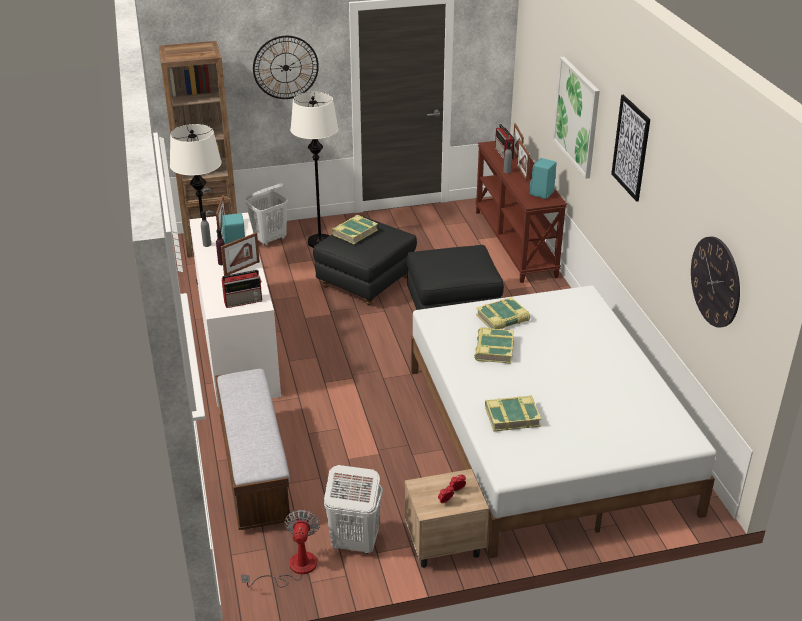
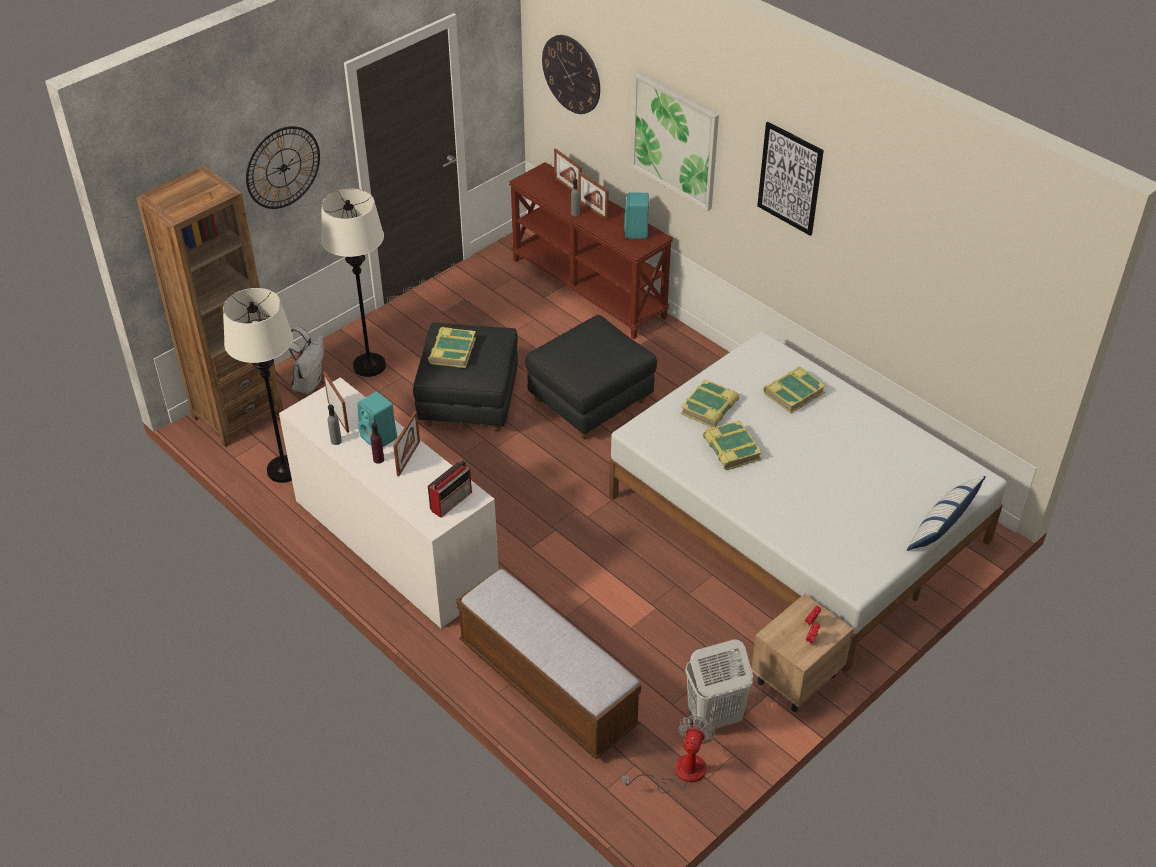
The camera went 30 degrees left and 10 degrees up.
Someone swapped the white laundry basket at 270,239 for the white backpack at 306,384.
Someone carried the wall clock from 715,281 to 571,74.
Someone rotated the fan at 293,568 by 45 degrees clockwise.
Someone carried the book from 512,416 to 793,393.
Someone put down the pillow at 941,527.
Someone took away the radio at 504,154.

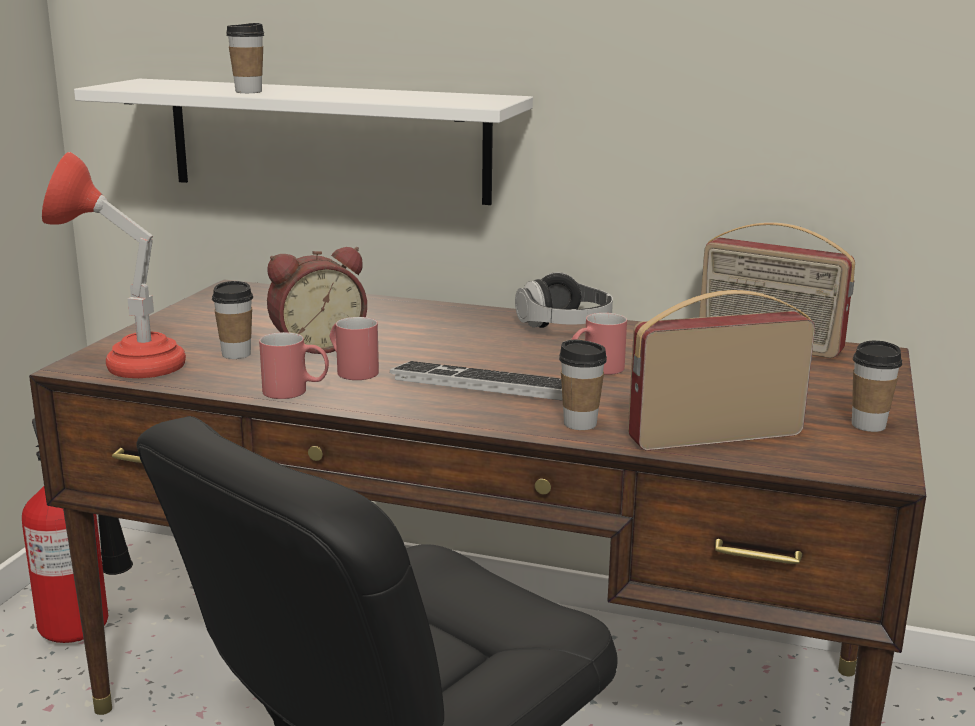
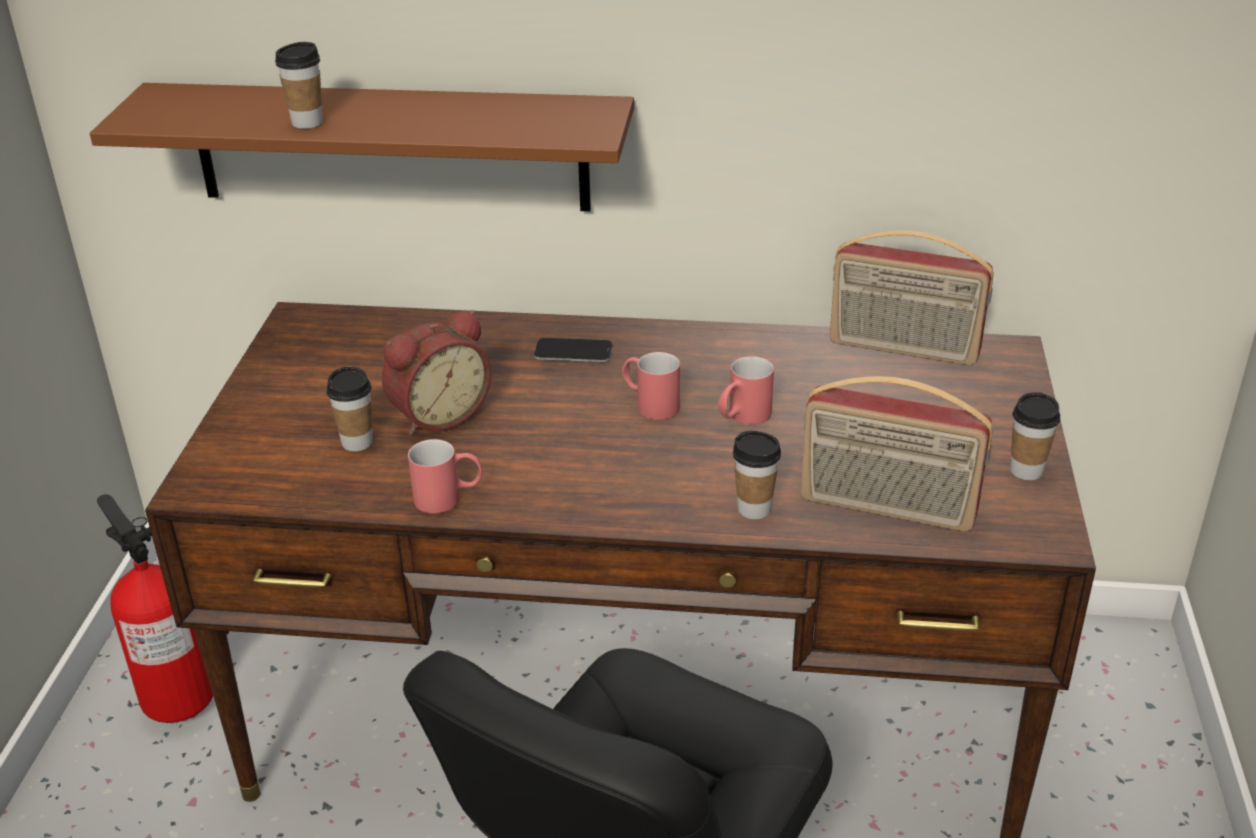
The camera went 10 degrees left and 15 degrees up.
Someone repainted the white shelf at 327,140, which became the brown shelf at 390,147.
Someone put down the phone at 573,352.
Someone carried the red mug from 351,370 to 649,404.
Someone rotated the radio at 714,435 by 135 degrees counterclockwise.
Someone took away the red table lamp at 125,364.
Someone took away the keyboard at 488,384.
Someone took away the headphones at 565,326.

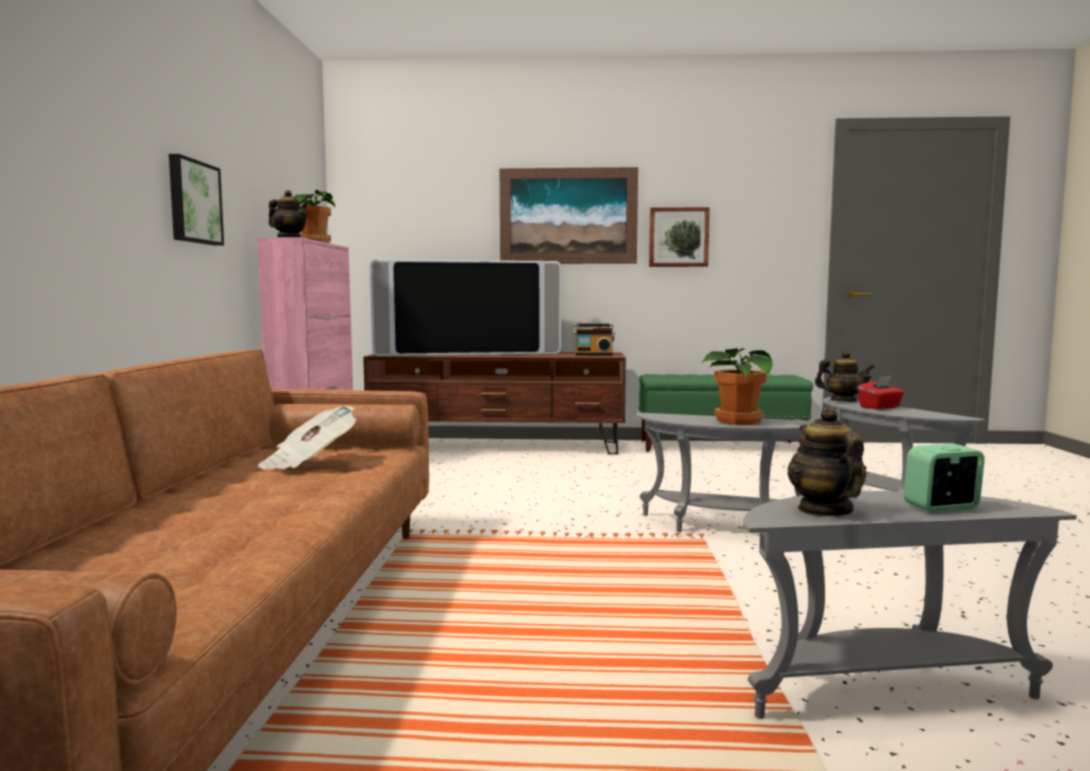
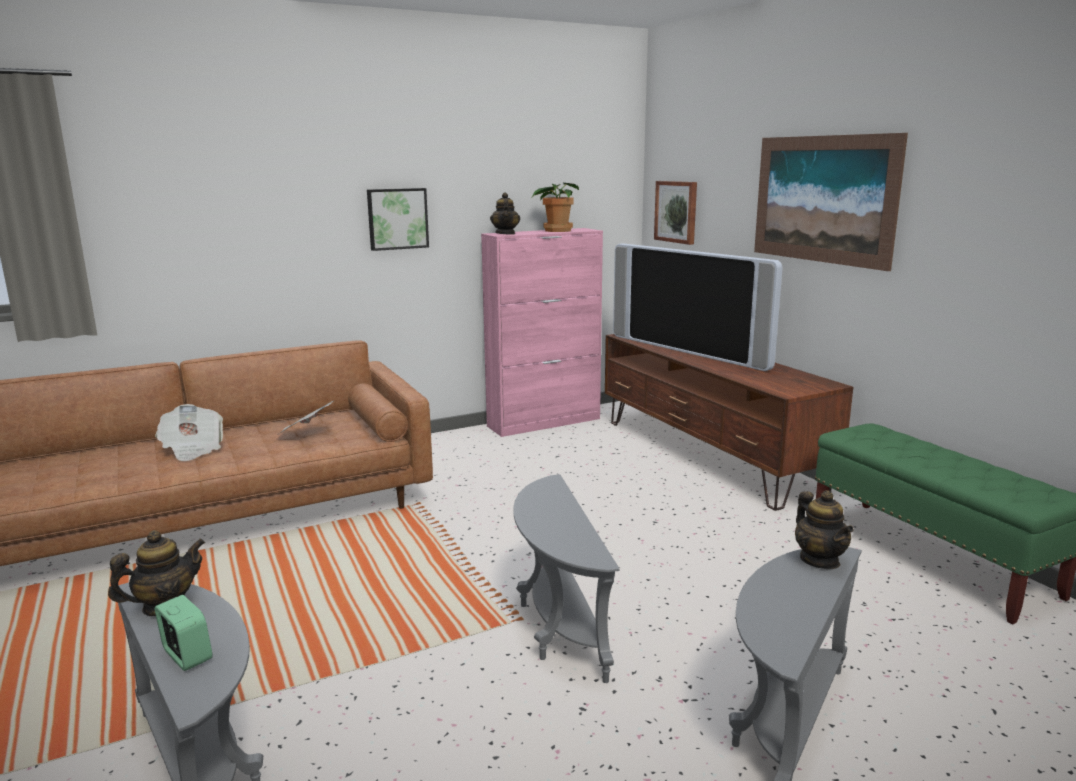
The camera went 60 degrees right and 10 degrees up.
Someone put down the newspaper at 192,449.
Someone carried the picture from 678,237 to 676,211.
Someone took away the radio at 593,355.
Someone took away the potted plant at 738,421.
Someone took away the red tissue box at 880,407.

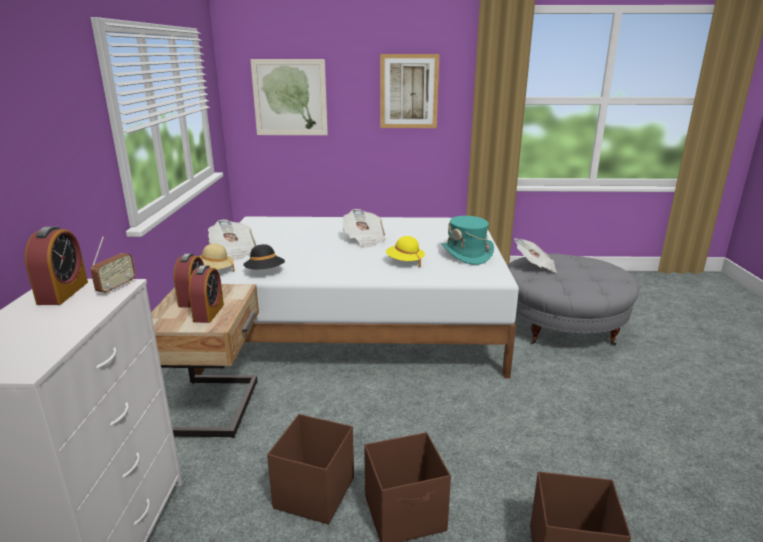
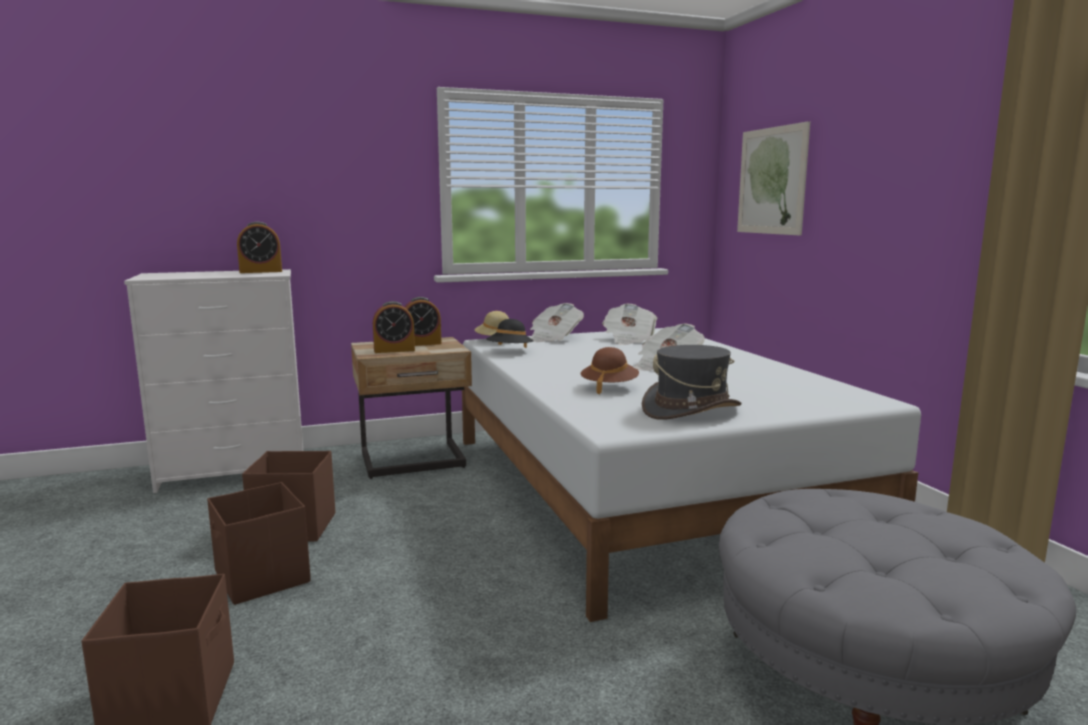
The camera went 70 degrees right and 10 degrees down.
Someone repainted the yellow hat at 405,262, which became the brown hat at 609,387.
Someone carried the newspaper from 535,266 to 629,339.
Someone repainted the turquoise hat at 467,254, which became the grey hat at 691,410.
Someone took away the radio at 116,287.
Someone took away the picture at 409,91.

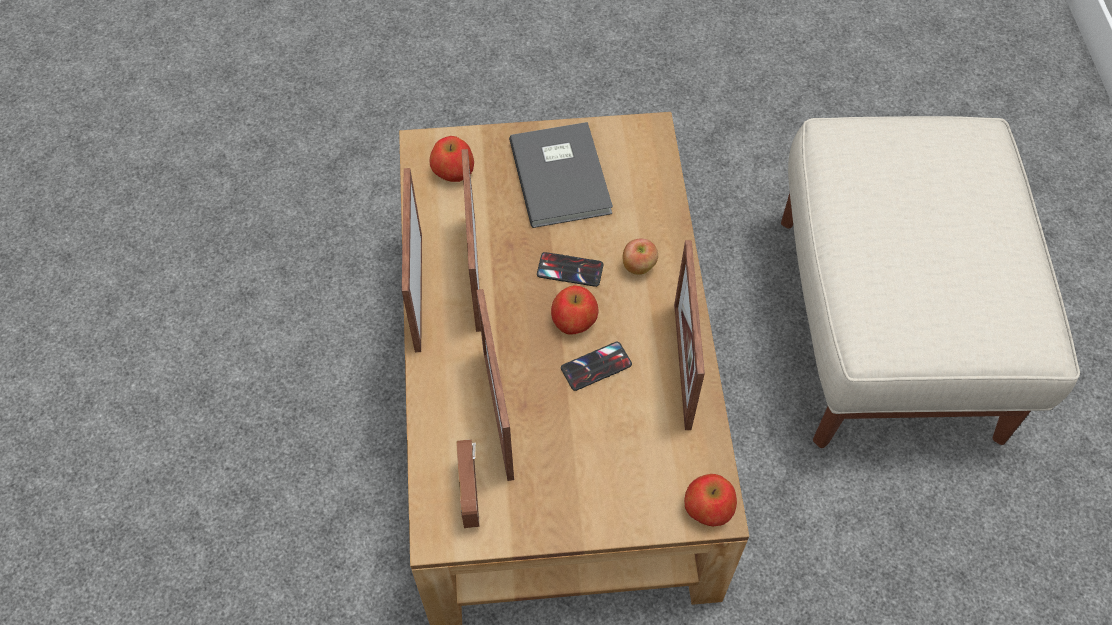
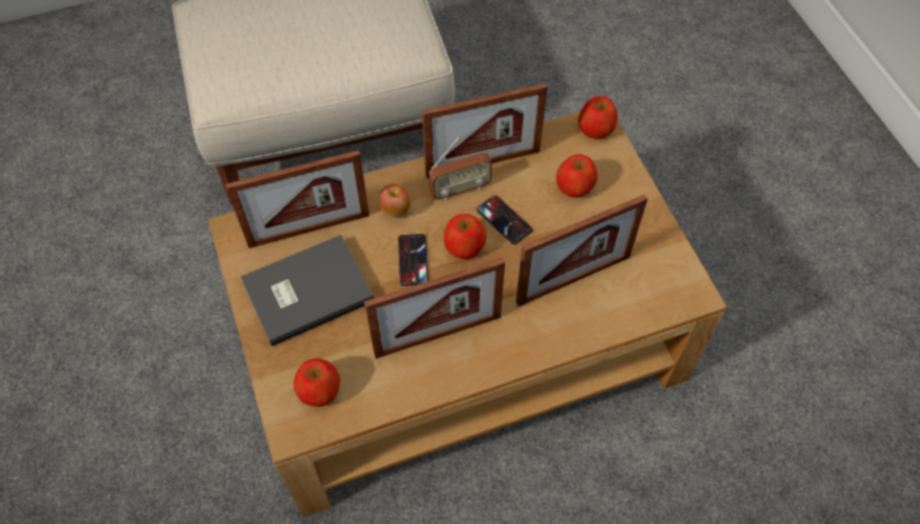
The camera went 105 degrees left and 0 degrees up.
Someone carried the picture frame from 418,292 to 309,229.
Someone carried the radio from 470,495 to 460,189.
Someone put down the apple at 575,186.

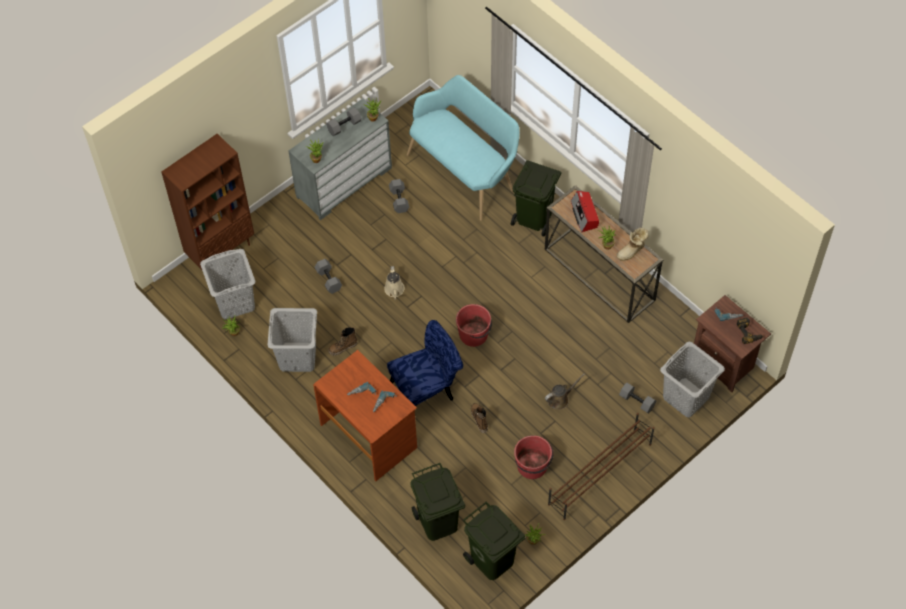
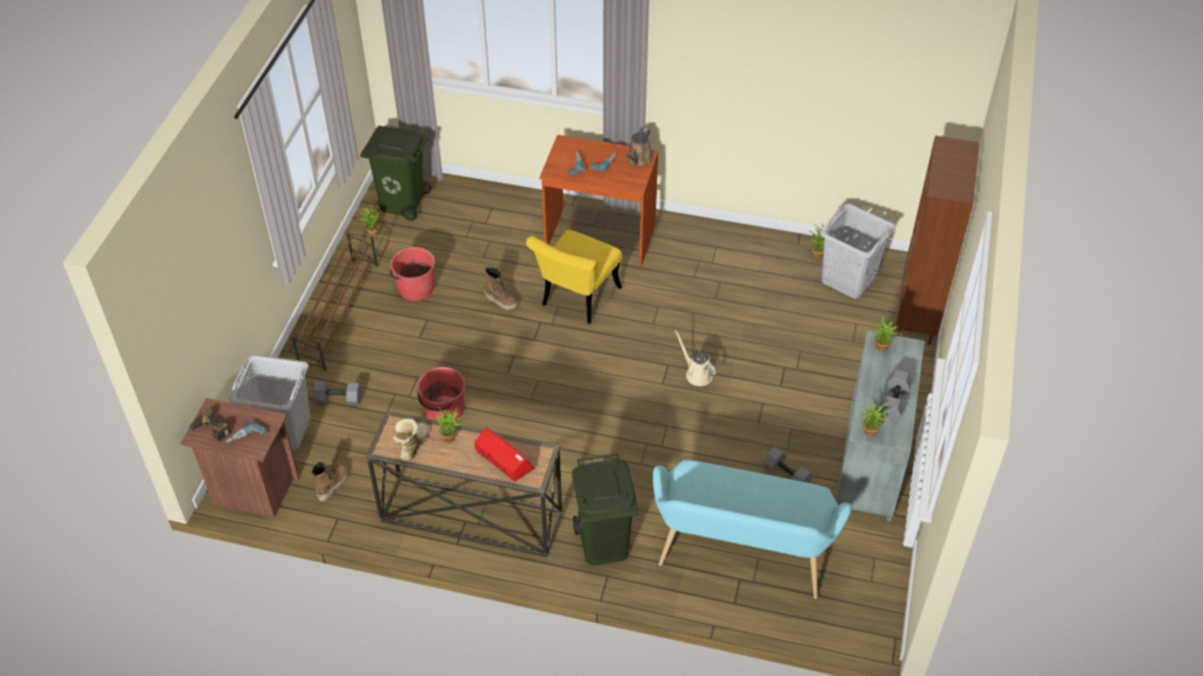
The camera went 145 degrees right and 10 degrees down.
Someone carried the boot from 343,348 to 332,485.
Someone carried the red bucket from 474,334 to 443,411.
Someone repainted the blue chair at 427,390, which became the yellow chair at 576,300.
Someone carried the brown watering can from 560,399 to 638,160.
Someone took away the grey laundry basket at 297,356.
Someone took away the grey dumbbell at 328,280.
Someone took away the green trash can at 437,522.

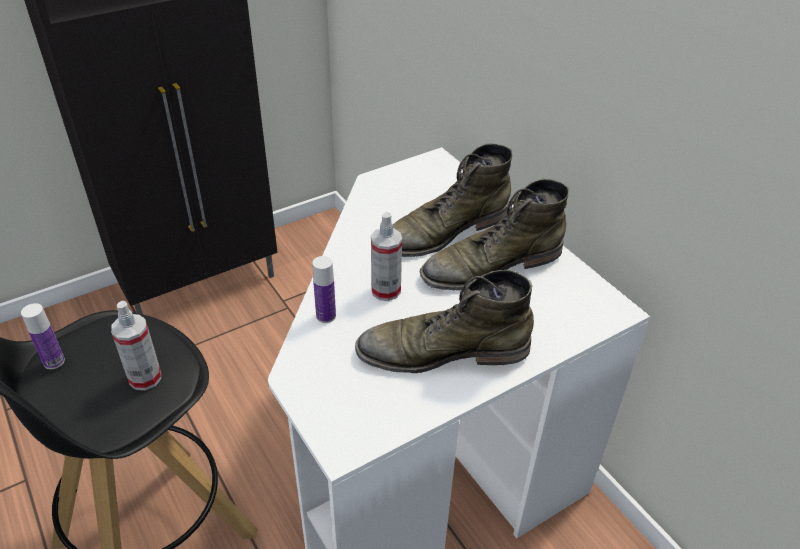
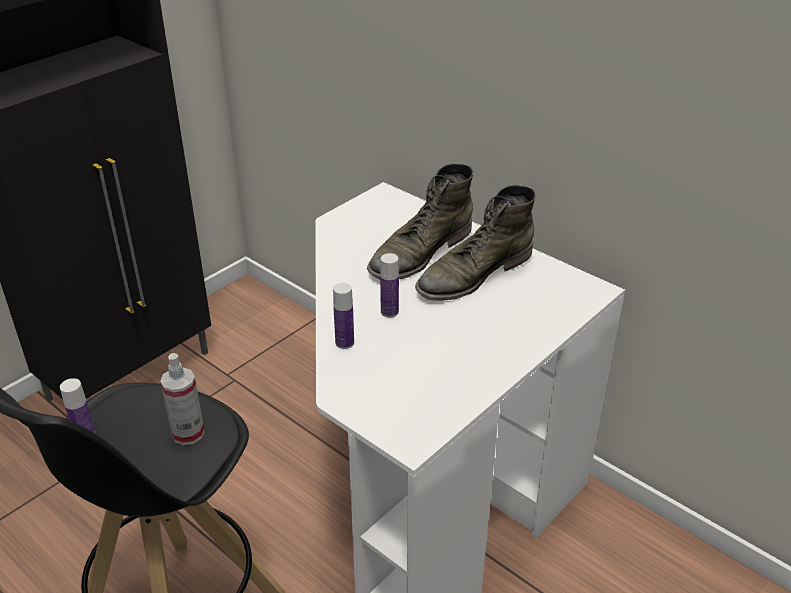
The camera went 15 degrees left and 5 degrees down.
Someone swapped the spray bottle at 386,291 for the bottle at 389,312.
Someone took away the green boot at 442,351.

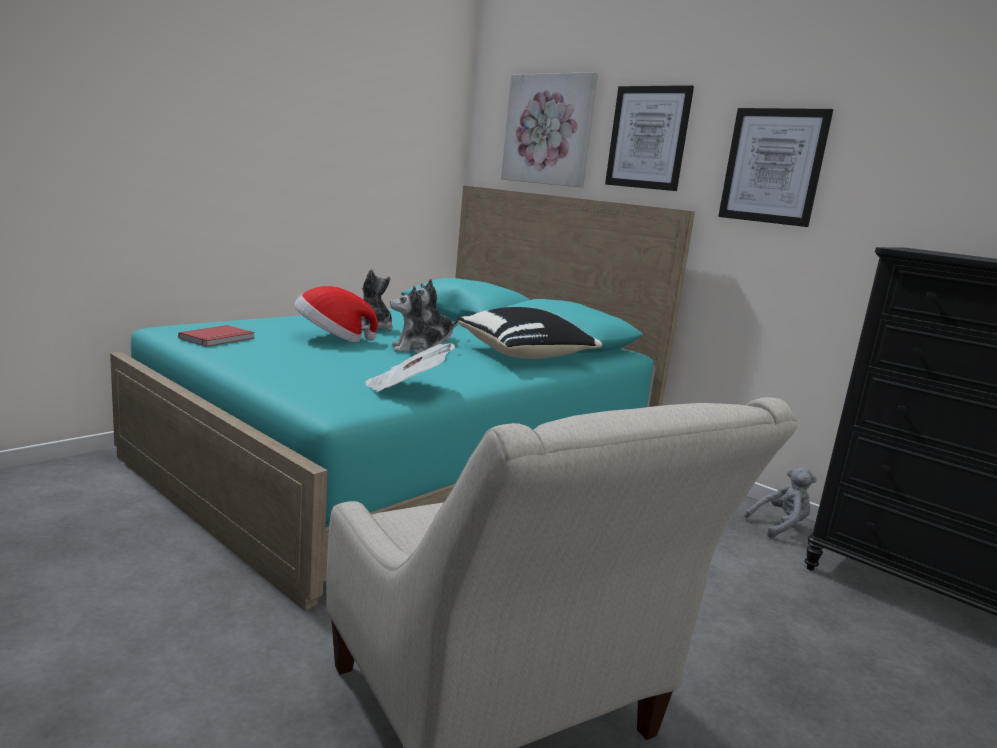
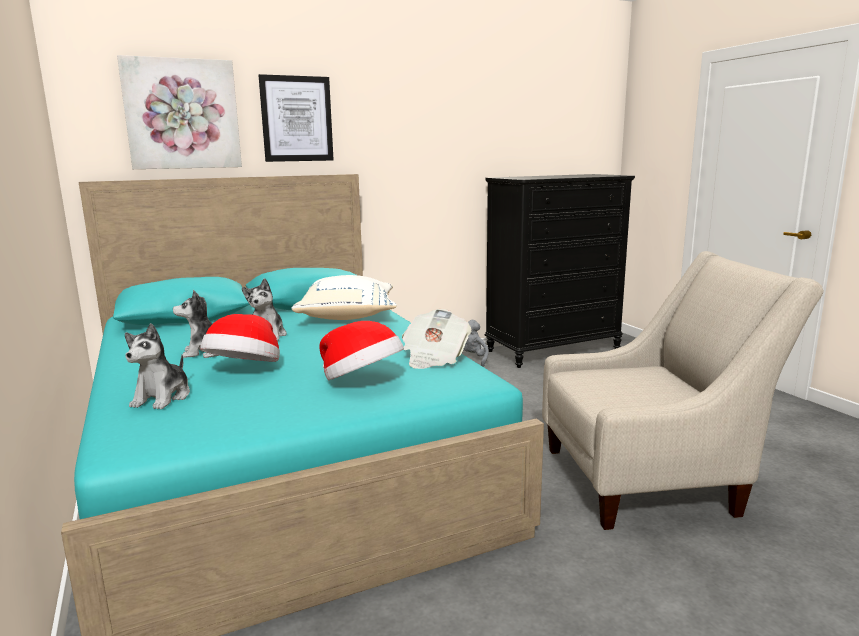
The camera went 65 degrees left and 0 degrees up.
Someone carried the plush toy from 416,349 to 163,398.
Someone repainted the black pillow at 526,356, which became the white pillow at 348,316.
Someone put down the hat at 362,381.
Someone took away the red book at 219,338.
Someone took away the picture at 773,166.

